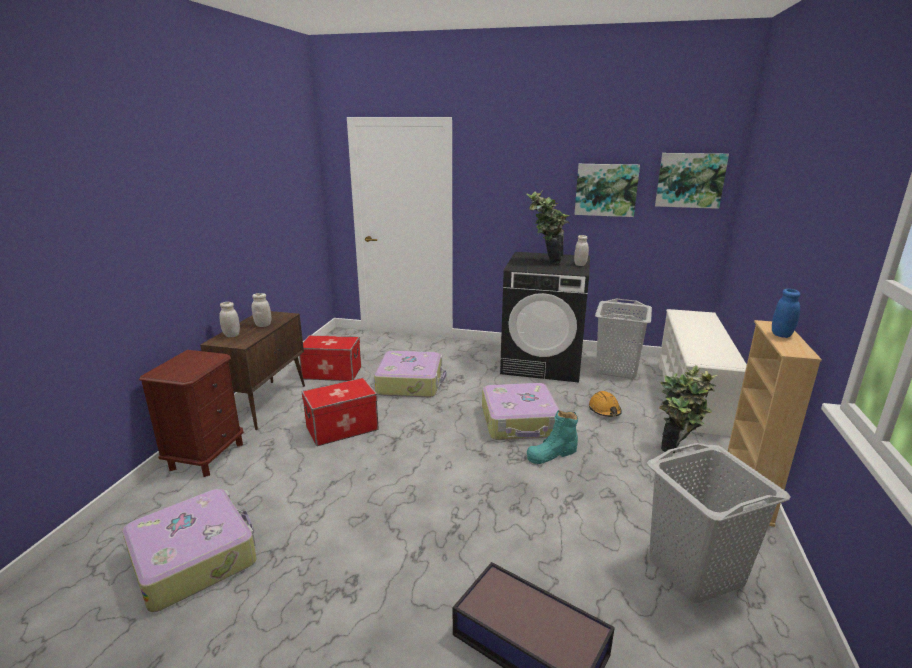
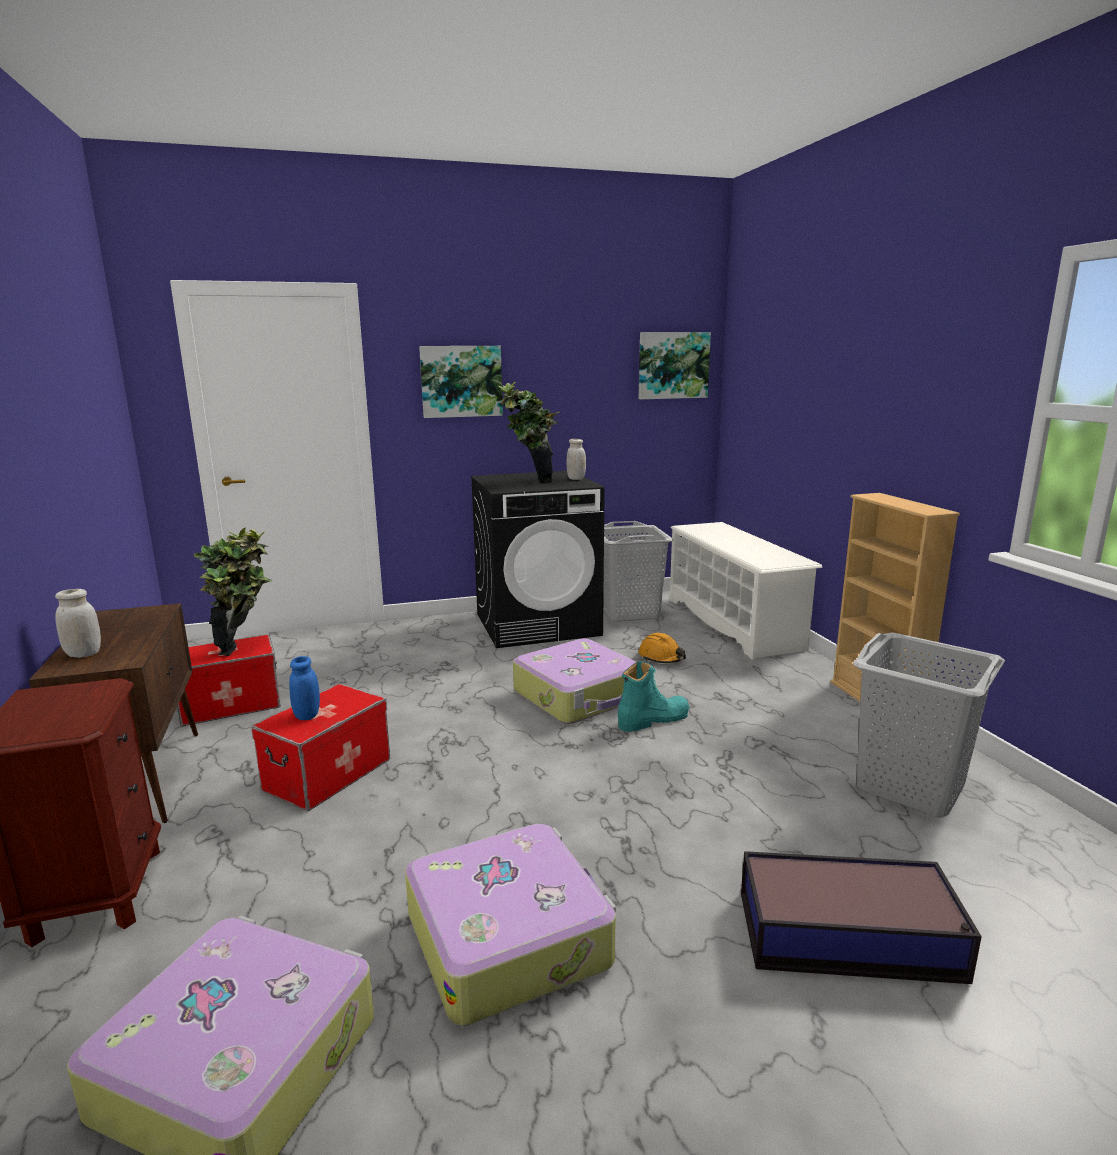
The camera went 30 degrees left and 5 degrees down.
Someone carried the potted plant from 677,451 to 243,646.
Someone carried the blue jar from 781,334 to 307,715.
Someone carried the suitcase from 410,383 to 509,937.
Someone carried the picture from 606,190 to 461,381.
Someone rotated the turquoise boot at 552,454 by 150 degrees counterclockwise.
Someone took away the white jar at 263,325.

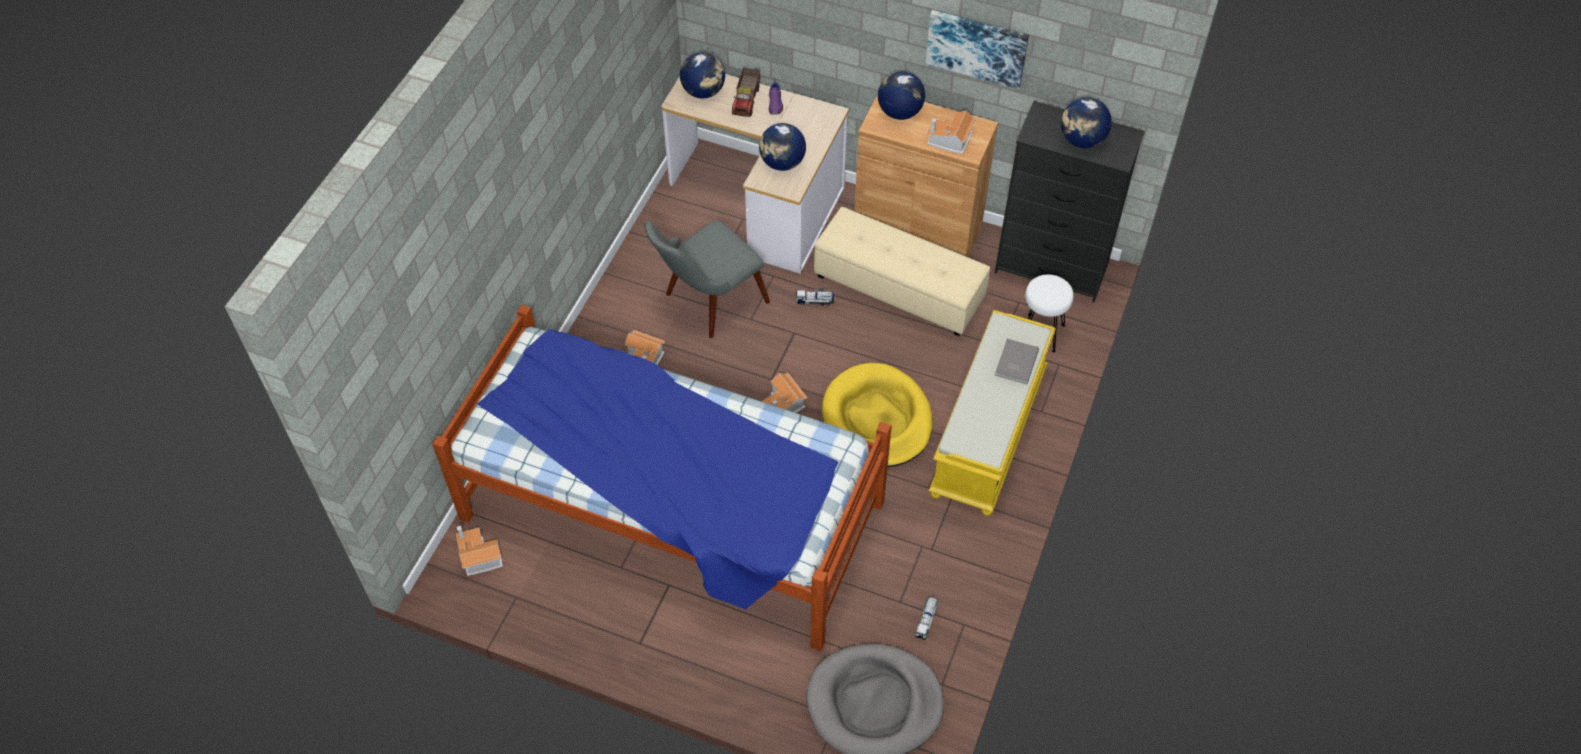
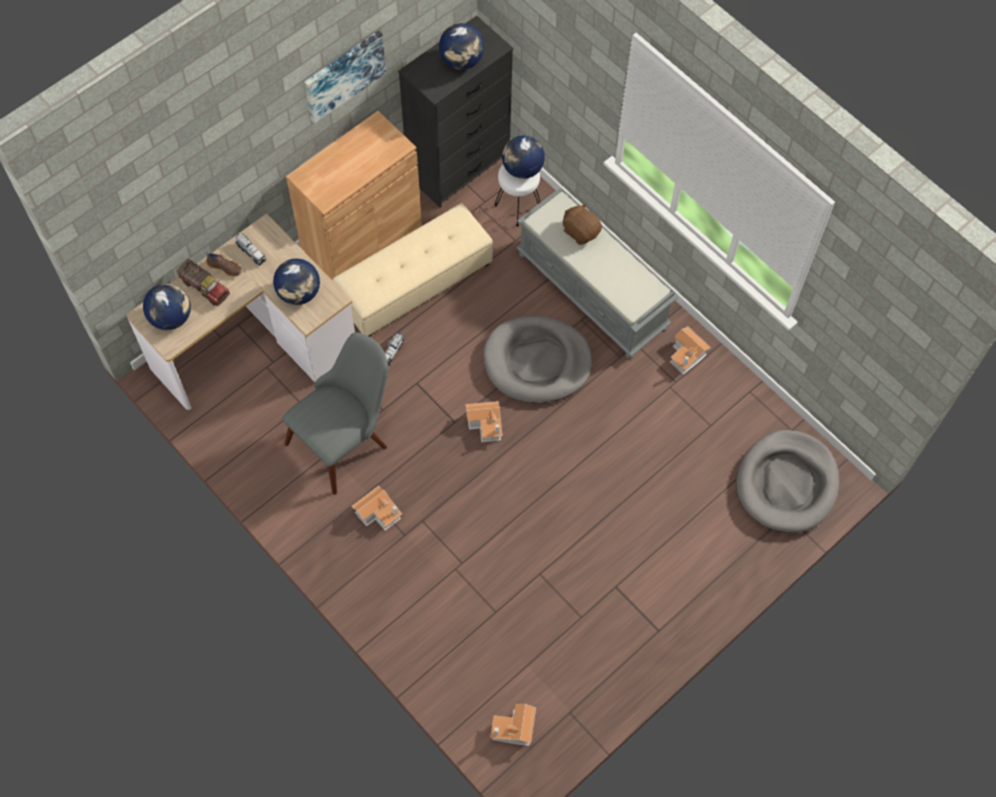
The camera went 65 degrees left and 10 degrees up.
Someone repainted the purple shoe at 775,104, which became the brown shoe at 225,267.
Someone carried the toy truck from 926,621 to 251,252.
Someone rotated the grey chair at 706,304 by 120 degrees counterclockwise.
Someone repainted the yellow dog bed at 877,419, which became the grey dog bed at 537,362.
Someone carried the globe from 899,112 to 522,169.
Someone repainted the yellow bench at 989,434, which became the grey bench at 593,291.
Someone swapped the grey book at 1015,363 for the brown plush toy at 581,231.
Someone carried the toy house from 950,140 to 687,356.
Someone took away the bed at 671,512.

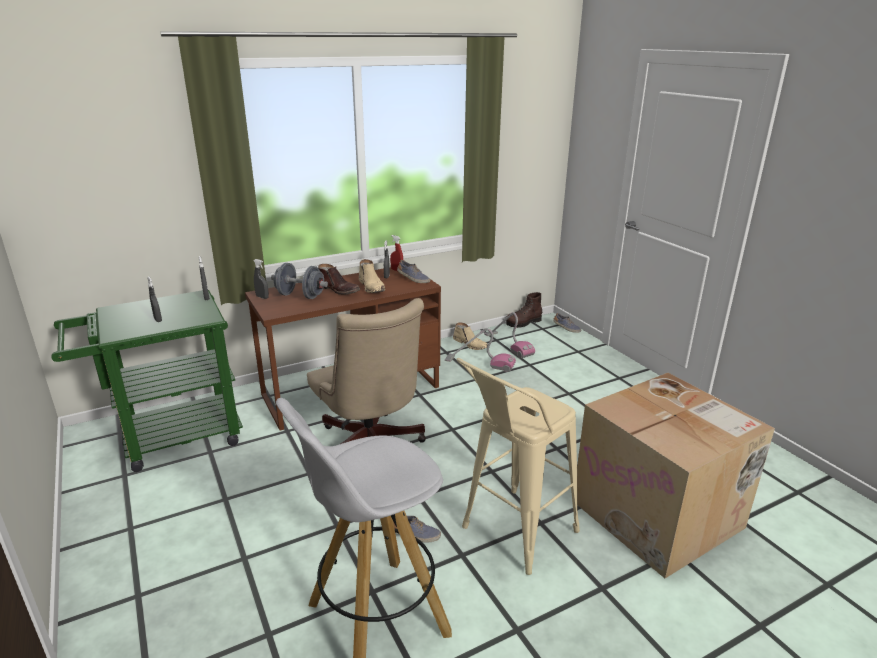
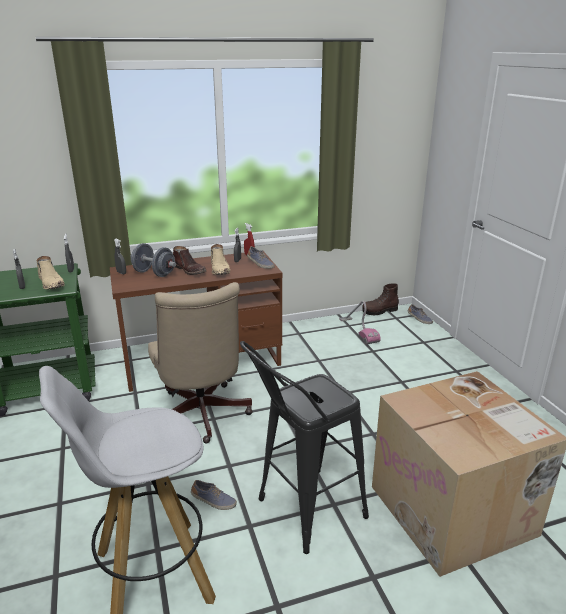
The camera went 10 degrees right and 0 degrees up.
Someone carried the beige boot from 470,344 to 51,283.
Someone repainted the beige stool at 511,535, which became the black stool at 302,513.
Someone took away the vacuum cleaner at 479,363.

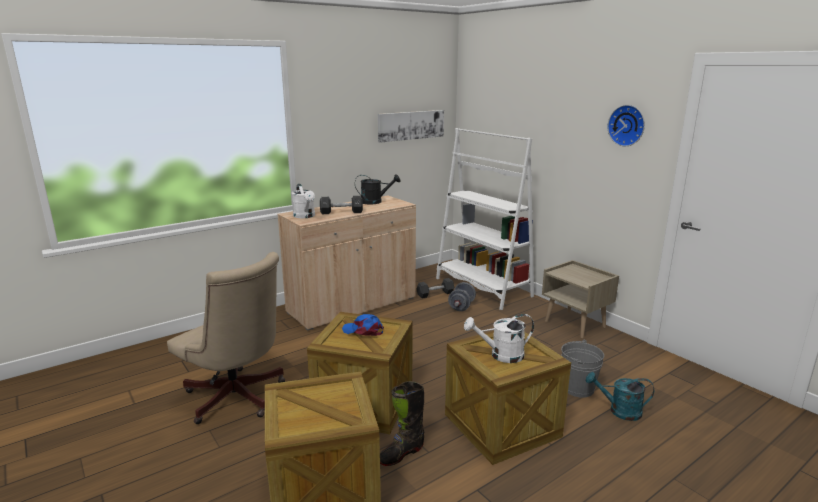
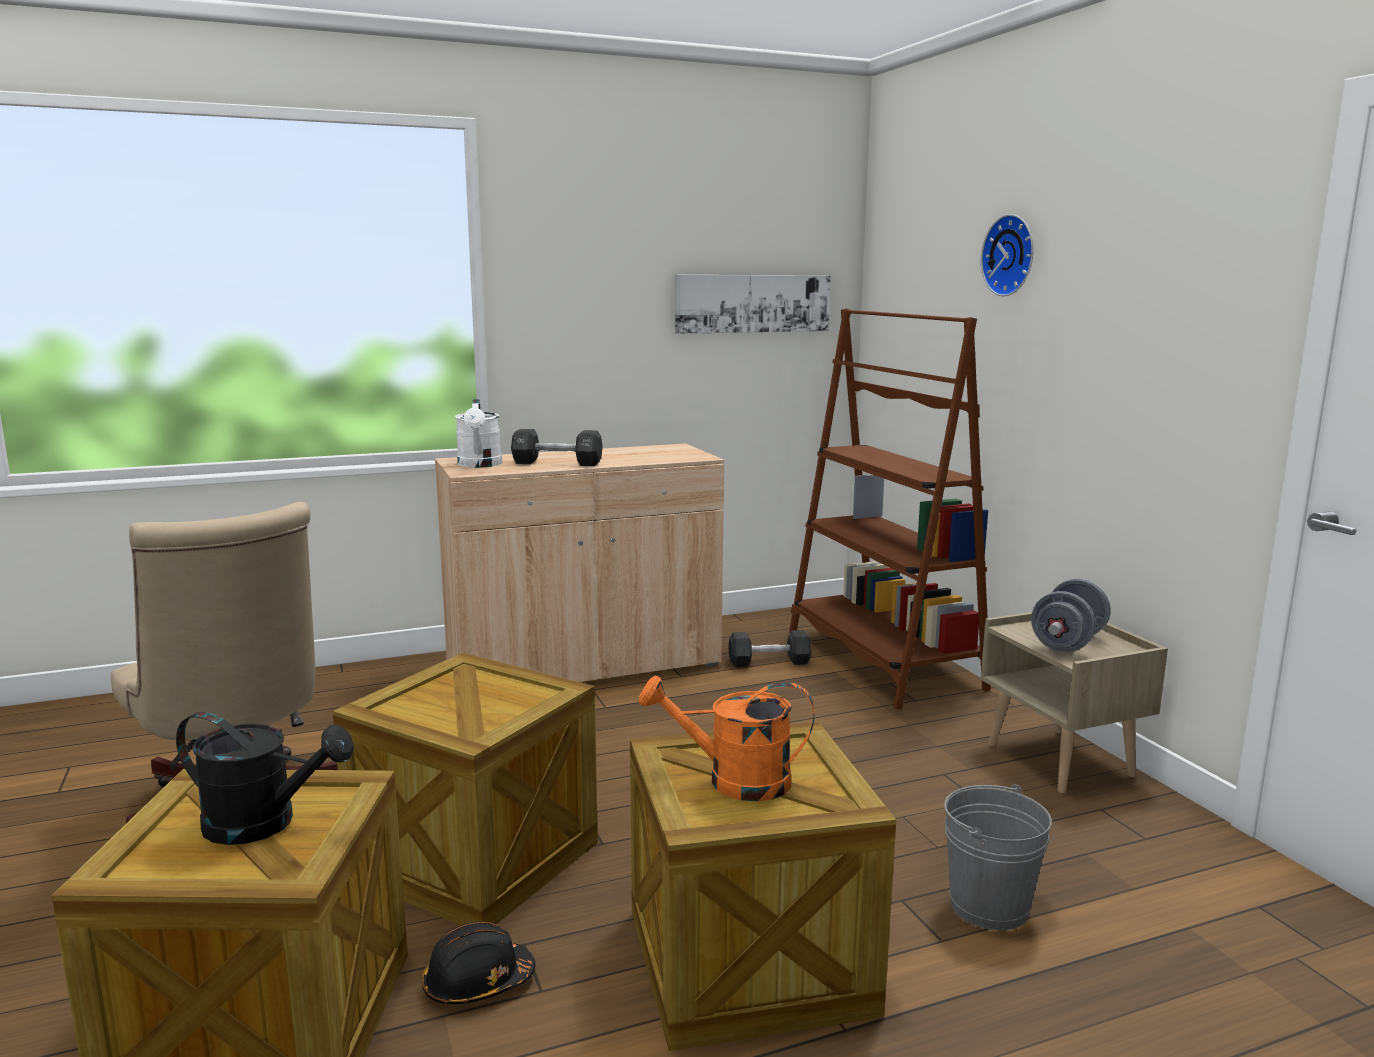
The camera went 15 degrees right and 5 degrees down.
Someone carried the black watering can from 375,202 to 264,824.
Someone swapped the black boot at 401,454 for the black hard hat at 477,983.
Someone repainted the white watering can at 501,355, which became the orange watering can at 734,781.
Someone repainted the white bookcase at 483,287, which became the brown bookcase at 882,660.
Someone carried the wall clock from 627,125 to 1012,255.
Someone carried the grey dumbbell from 461,306 to 1068,643.
Someone took away the blue cap at 363,330.
Someone took away the turquoise watering can at 619,411.

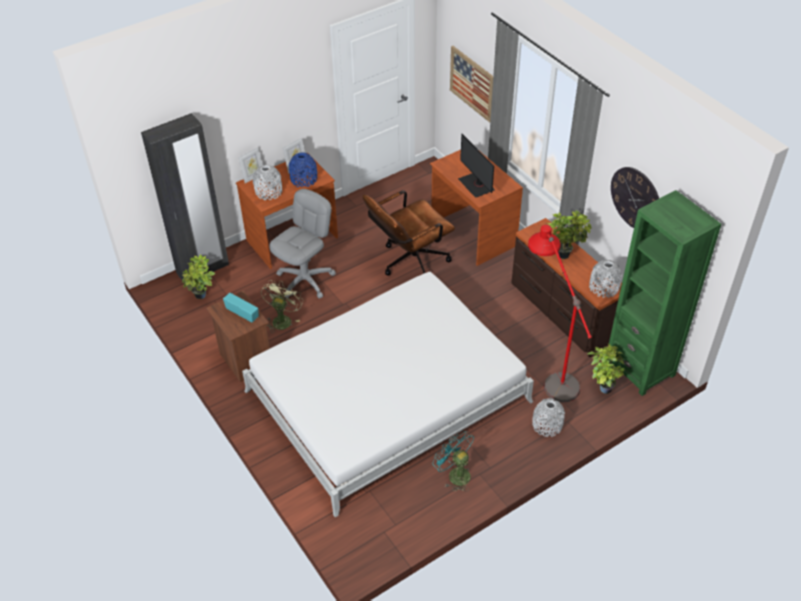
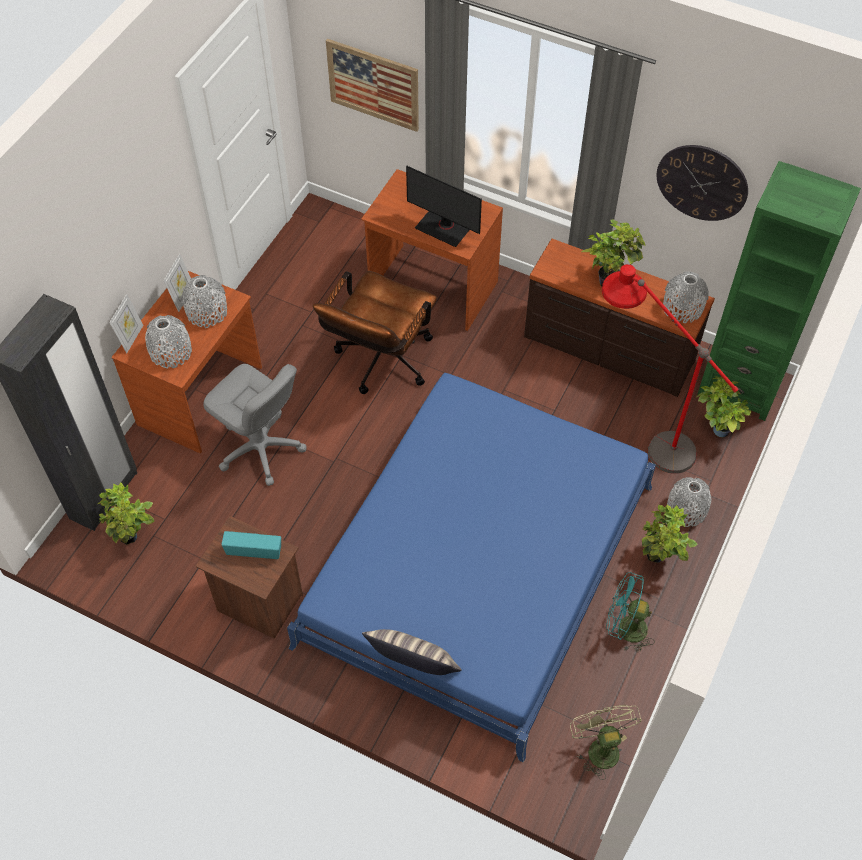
The camera went 30 degrees left and 10 degrees up.
Someone repainted the blue vase at 304,179, which became the grey vase at 207,312.
Someone rotated the grey office chair at 305,280 by 120 degrees clockwise.
Someone repainted the white bed at 388,396, which became the blue bed at 477,564.
Someone put down the pillow at 413,668.
Someone carried the green fan from 282,319 to 600,747.
Someone put down the potted plant at 658,559.

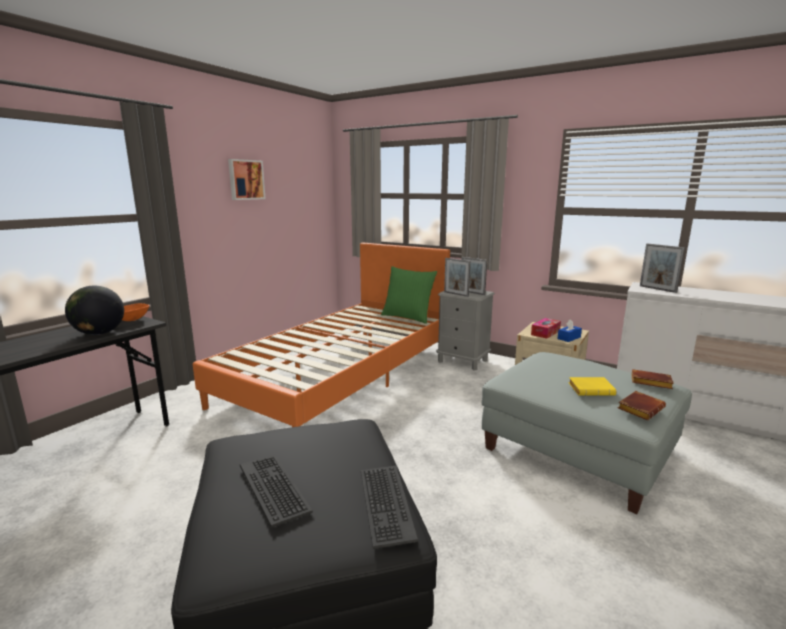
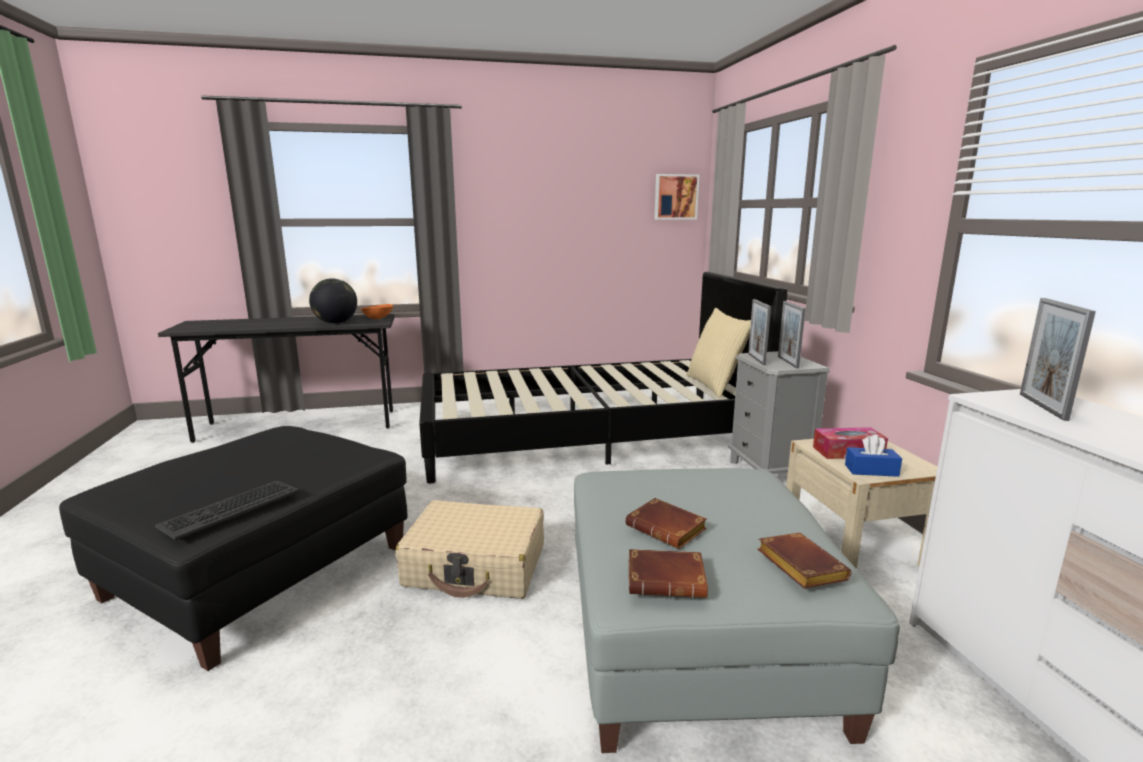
The camera went 45 degrees right and 0 degrees up.
Someone put down the beige suitcase at 476,566.
Someone repainted the orange bed at 341,375, which became the black bed at 588,437.
Someone repainted the yellow book at 591,390, which became the brown book at 668,529.
Someone carried the picture from 246,180 to 675,197.
Someone repainted the green pillow at 408,317, which became the beige pillow at 715,386.
Someone took away the keyboard at 274,488.

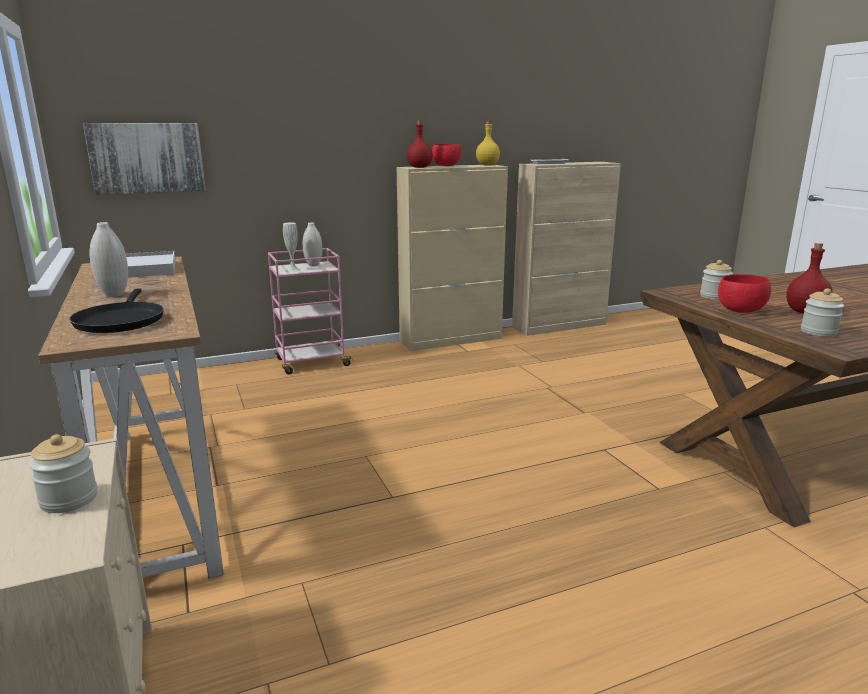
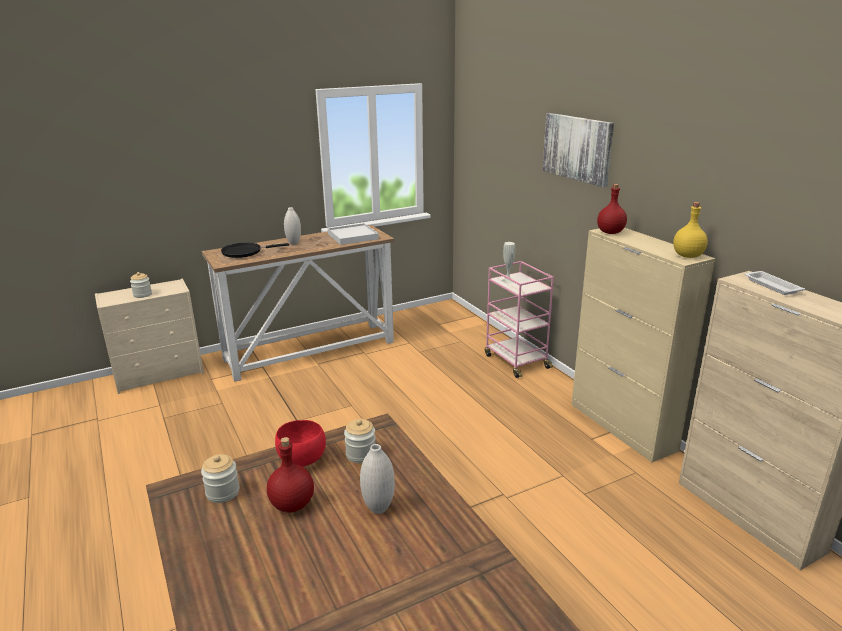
The camera went 85 degrees right and 5 degrees up.
Someone carried the white vase from 313,265 to 378,508.
Someone carried the picture from 147,158 to 578,148.
Someone took away the red bowl at 447,166.

